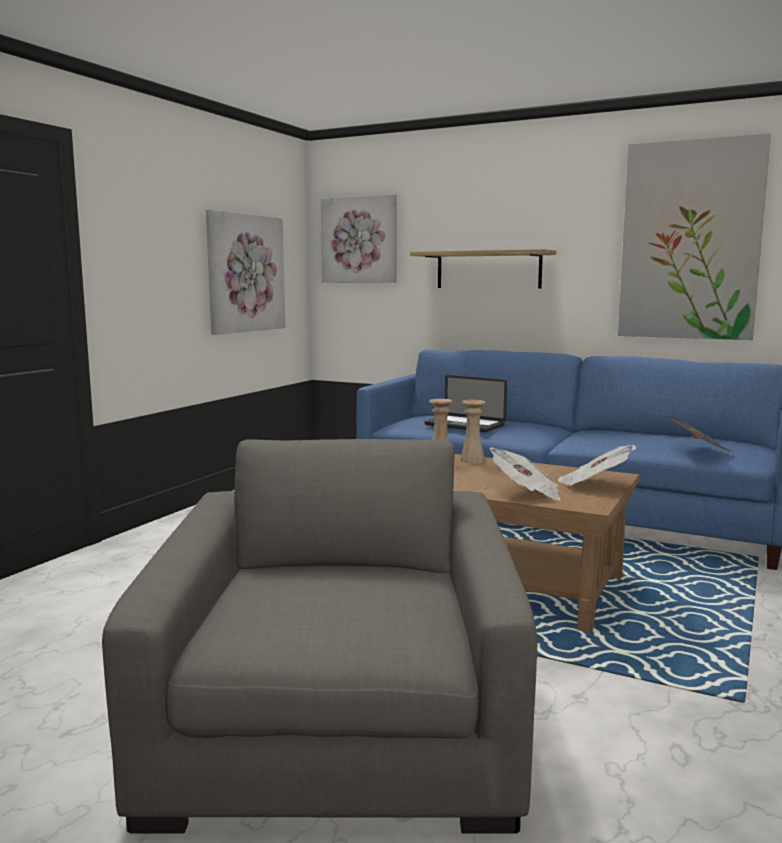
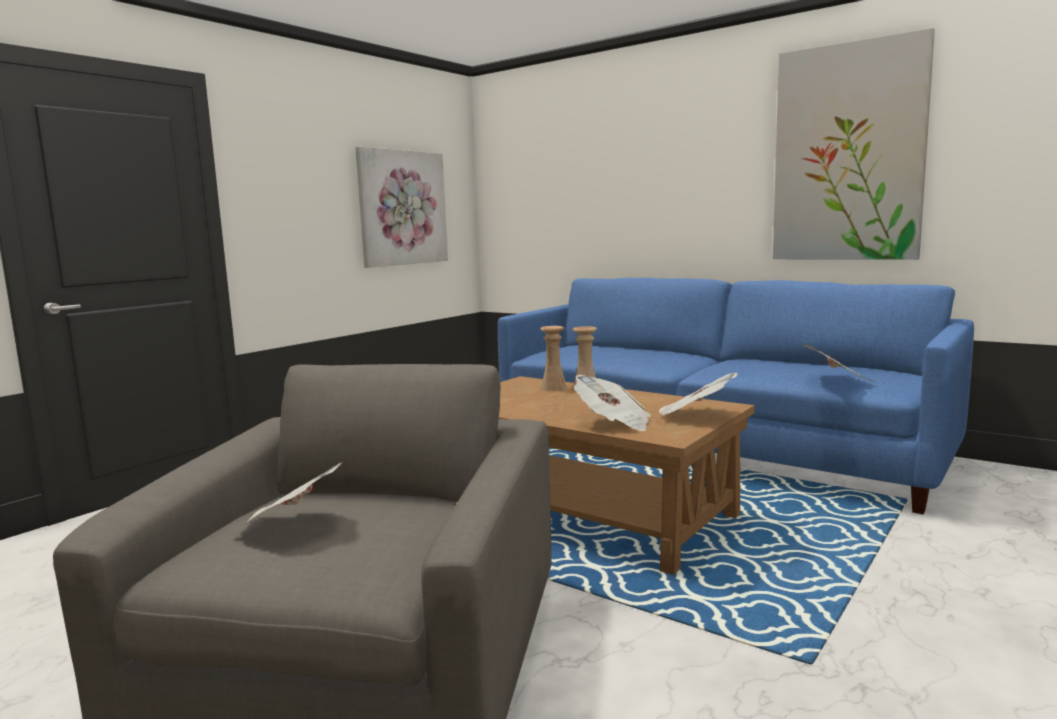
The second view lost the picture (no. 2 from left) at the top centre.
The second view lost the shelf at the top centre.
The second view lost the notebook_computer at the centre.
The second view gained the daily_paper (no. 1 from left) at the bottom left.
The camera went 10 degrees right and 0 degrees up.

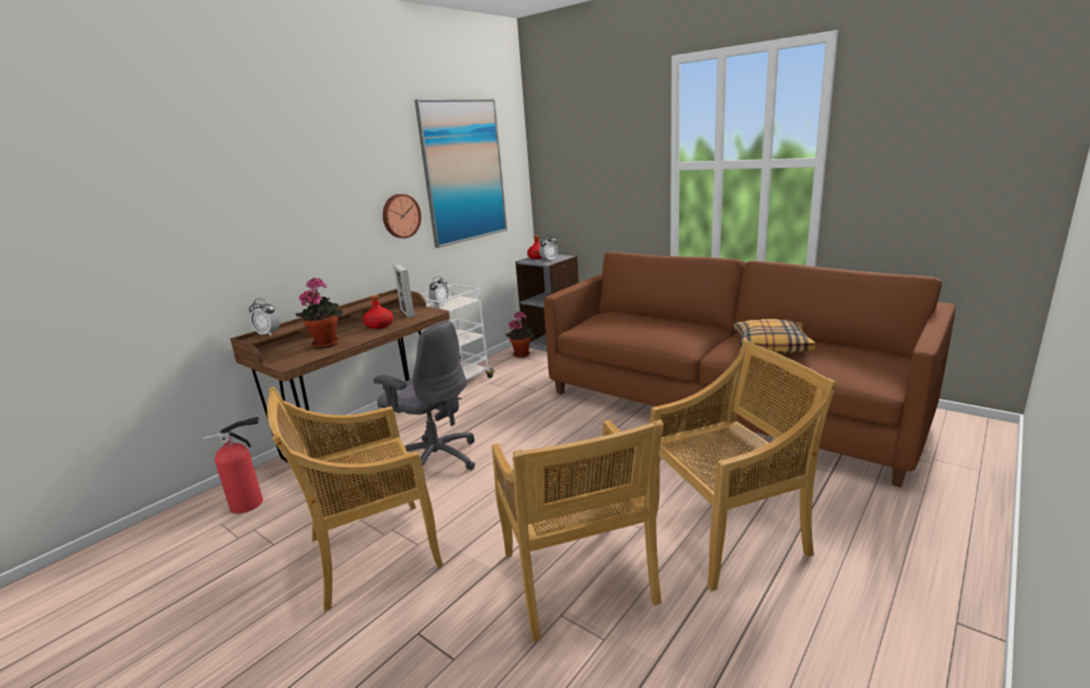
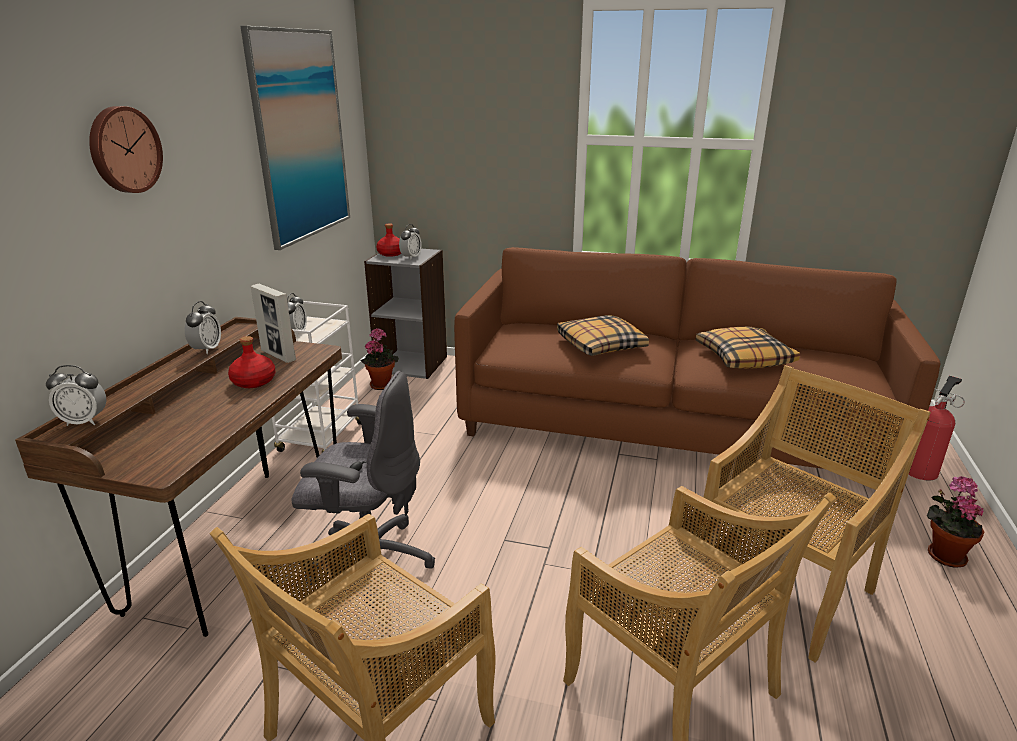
The second view gained the bedside_clock (no. 2 from left) at the middle left.
The second view gained the cushion (no. 1 from left) at the centre.
The extinguisher ended up elsewhere, having gone from the bottom left to the middle right.
The plant_in_a_pot (no. 1 from left in the first image) ended up elsewhere, having gone from the middle left to the bottom right.
The clock_on_the_wall ended up elsewhere, having gone from the top centre to the top left.
The camera went 25 degrees left and 5 degrees up.

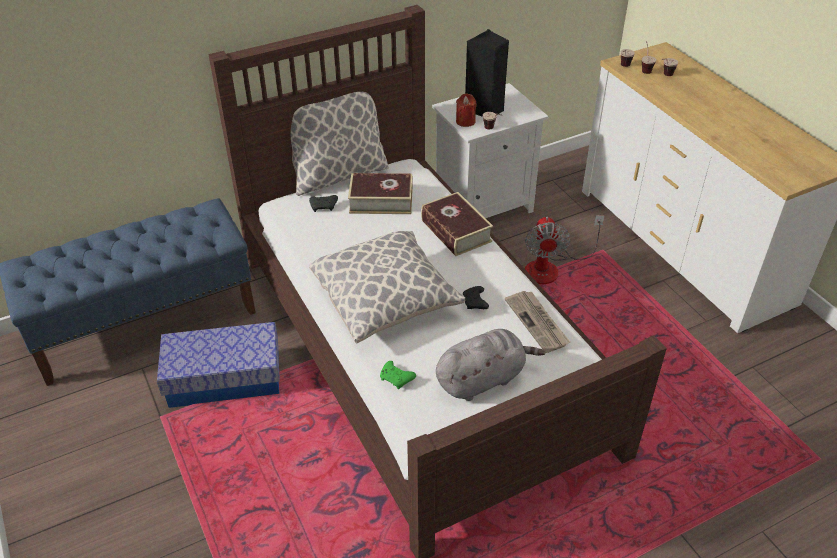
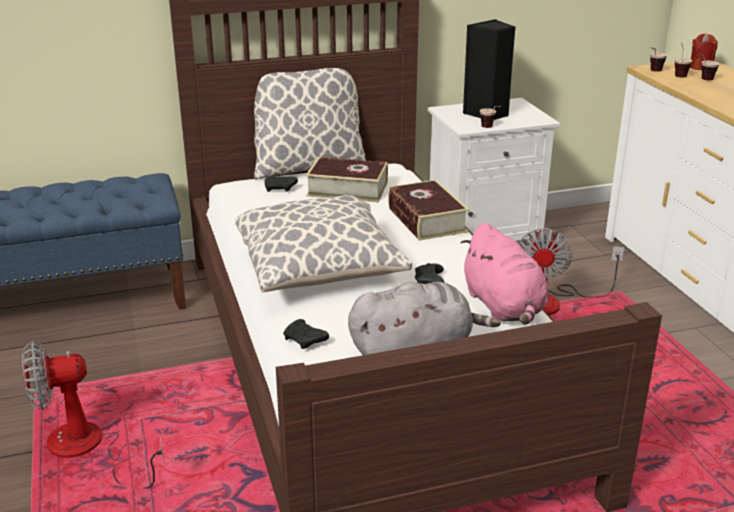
The second view lost the storage_container at the middle left.
The second view gained the electric_fan (no. 1 from left) at the bottom left.
The red_wax_candle ended up elsewhere, having gone from the top centre to the top right.
Where the daily_paper stood at the centre, the pinkish_plush_toy came to stand at the middle right.
What was the green_joypad at the bottom centre turned into the black_joypad (no. 2 from left) at the centre.
The camera went 10 degrees right and 15 degrees down.

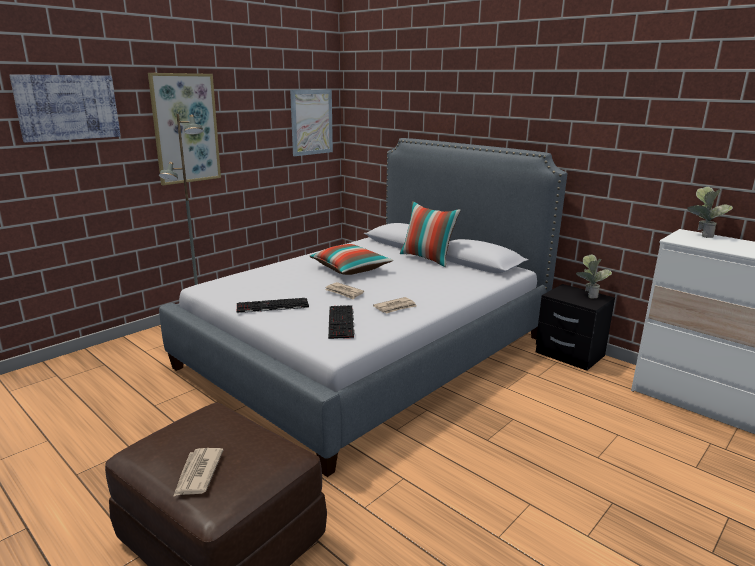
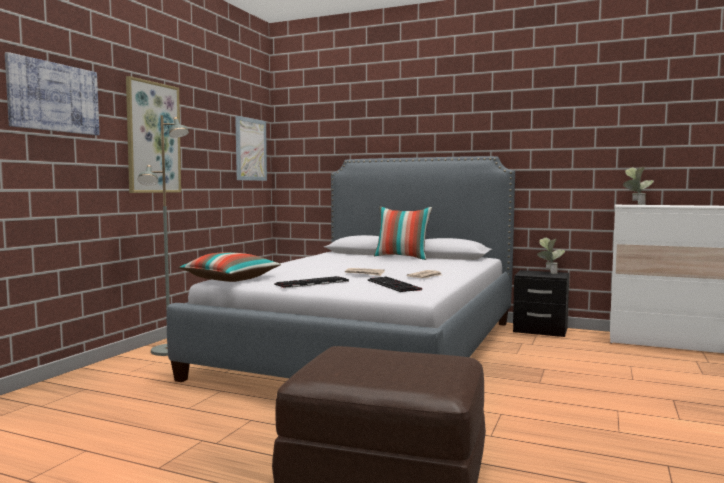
The second view lost the daily_paper (no. 1 from left) at the bottom left.
The cushion (no. 1 from left) ended up elsewhere, having gone from the centre to the middle left.
The camera went 20 degrees left and 15 degrees down.

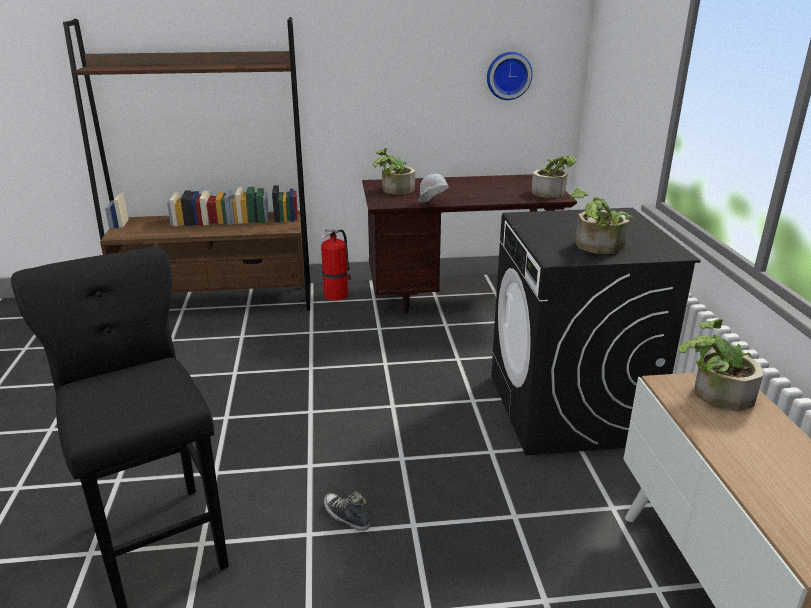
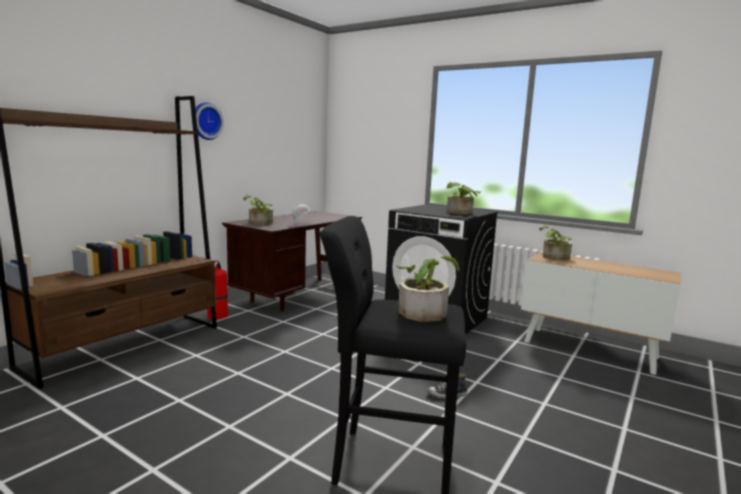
The clock_on_the_wall ended up elsewhere, having gone from the top centre to the top left.
The plant_in_a_pot (no. 2 from left) ended up elsewhere, having gone from the top right to the centre.
The camera went 50 degrees left and 15 degrees down.

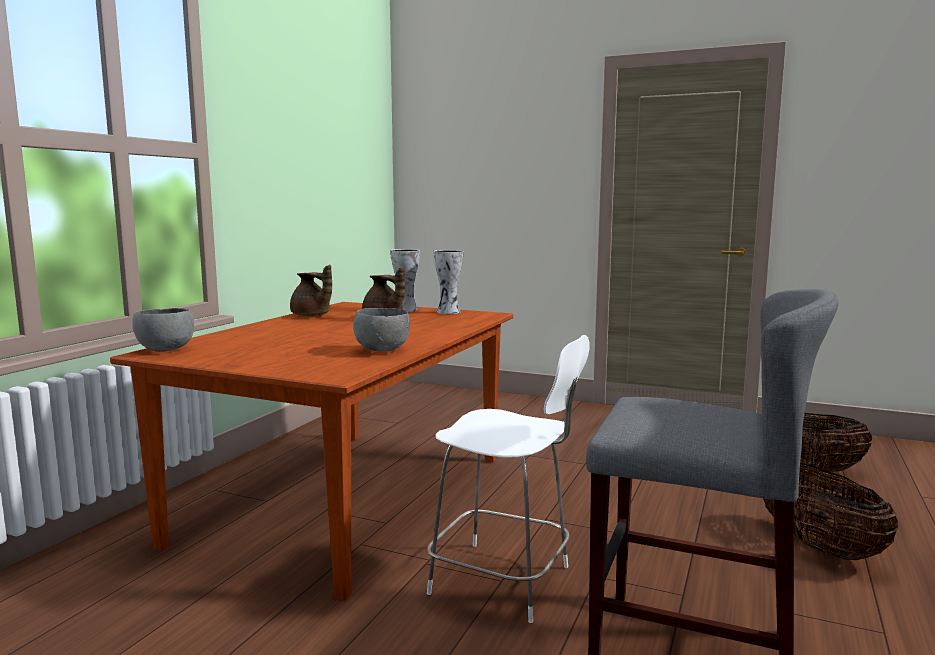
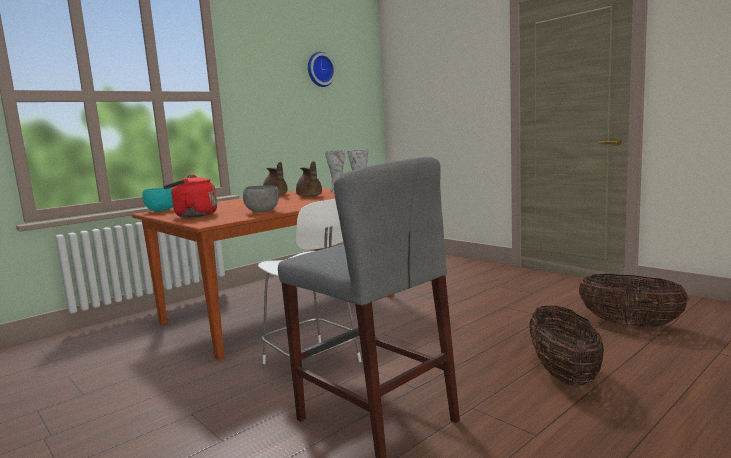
The second view gained the red_kettle at the middle left.
The second view gained the clock_on_the_wall at the top centre.
What was the gray_serving_bowl (no. 1 from left) at the middle left turned into the turquoise-coloured_serving_bowl at the middle left.
The camera went 25 degrees right and 0 degrees up.

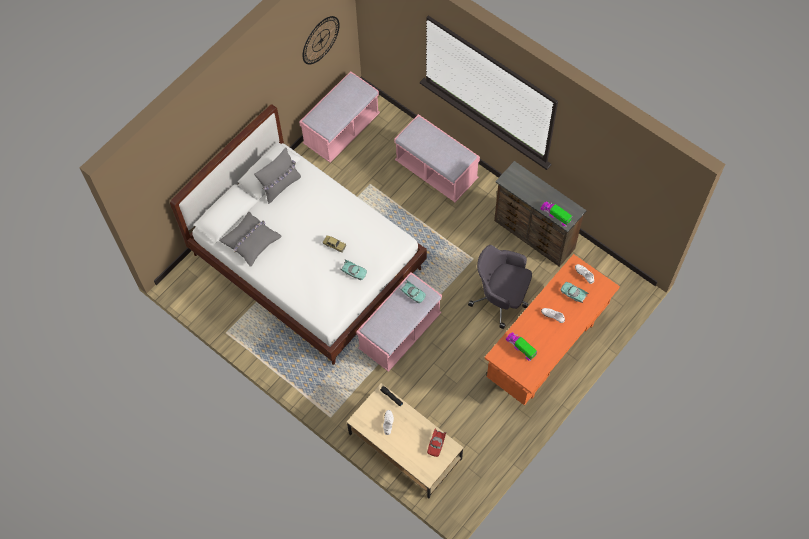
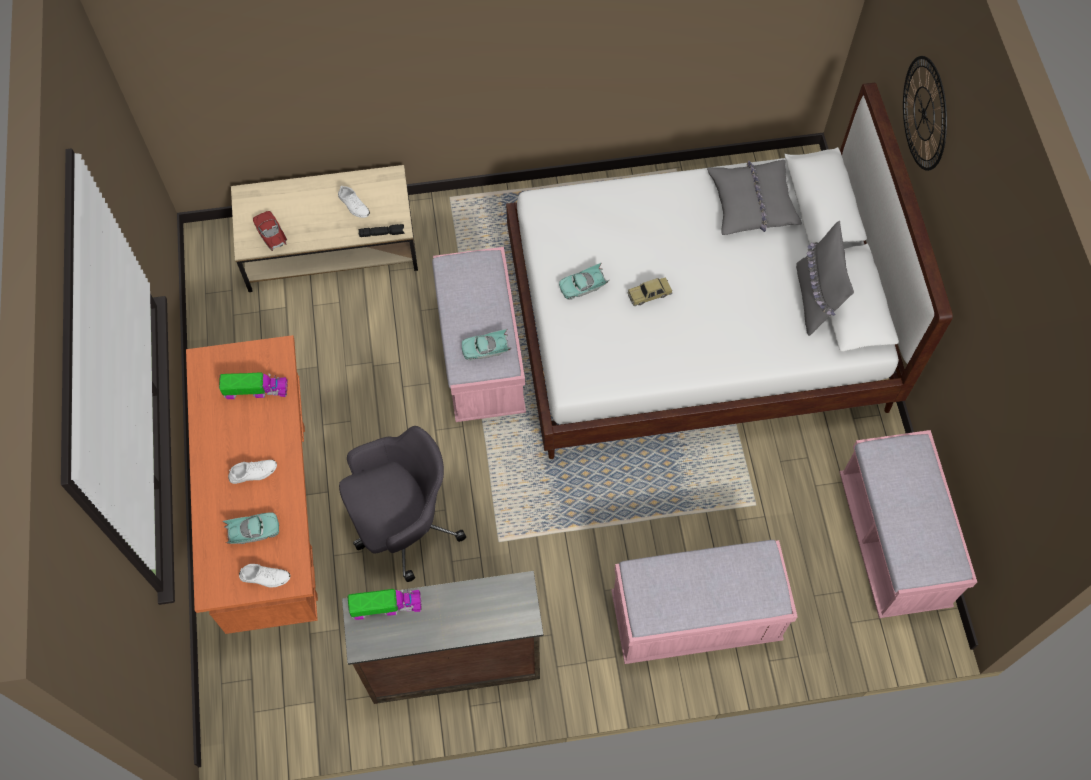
The clock_on_the_wall ended up elsewhere, having gone from the top centre to the top right.
The camera went 130 degrees right and 0 degrees up.

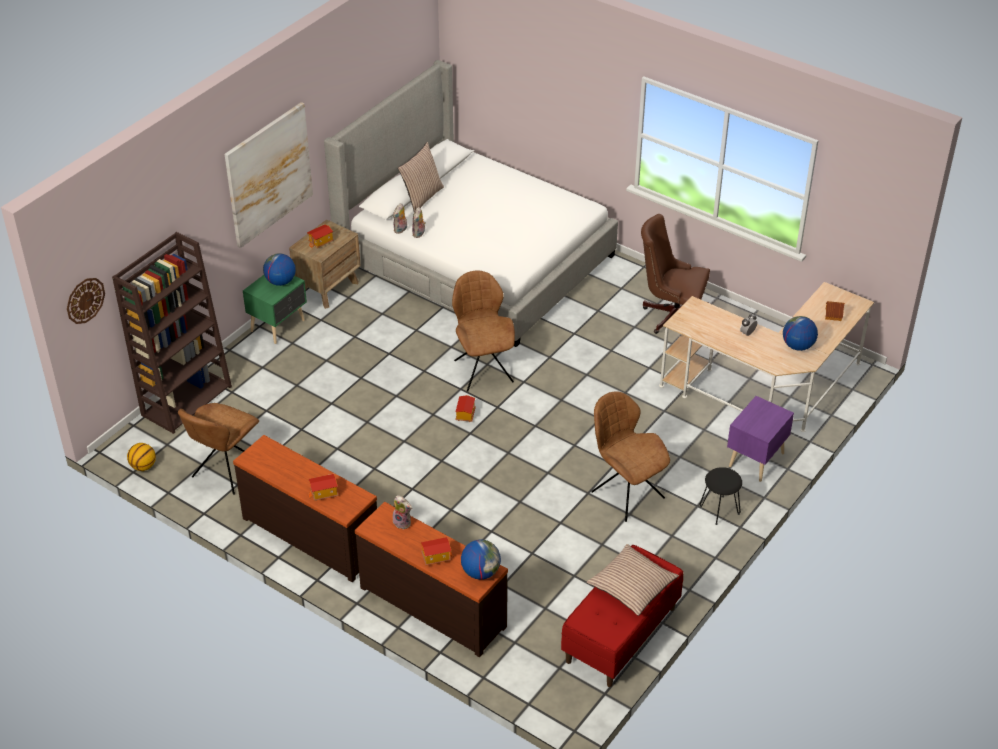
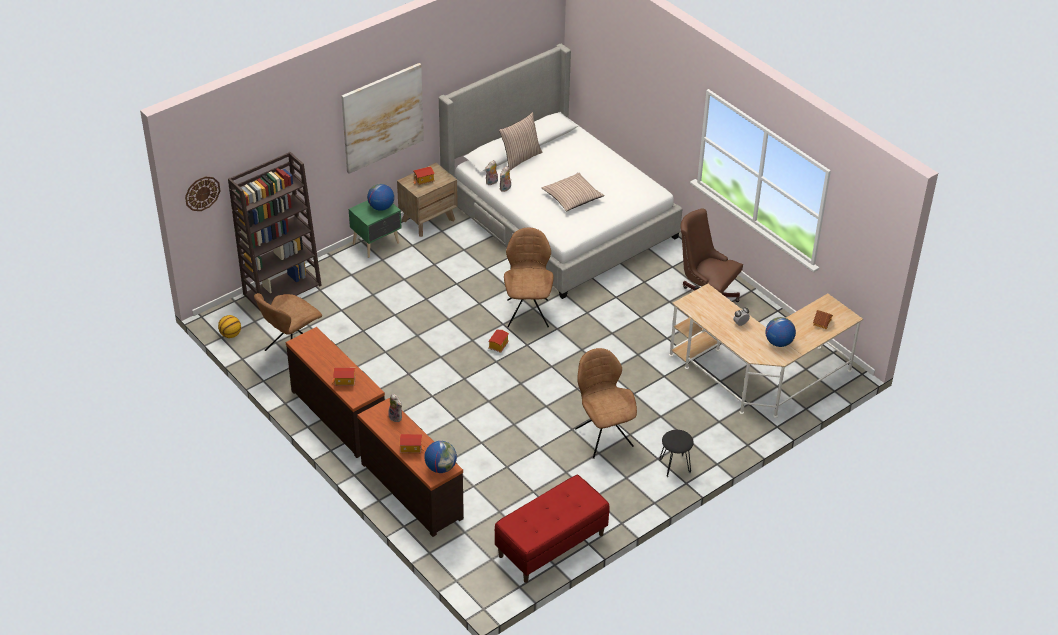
The second view lost the purple_nightstand at the middle right.
The cushion (no. 2 from left) ended up elsewhere, having gone from the bottom centre to the top centre.
The camera went 15 degrees right and 0 degrees up.

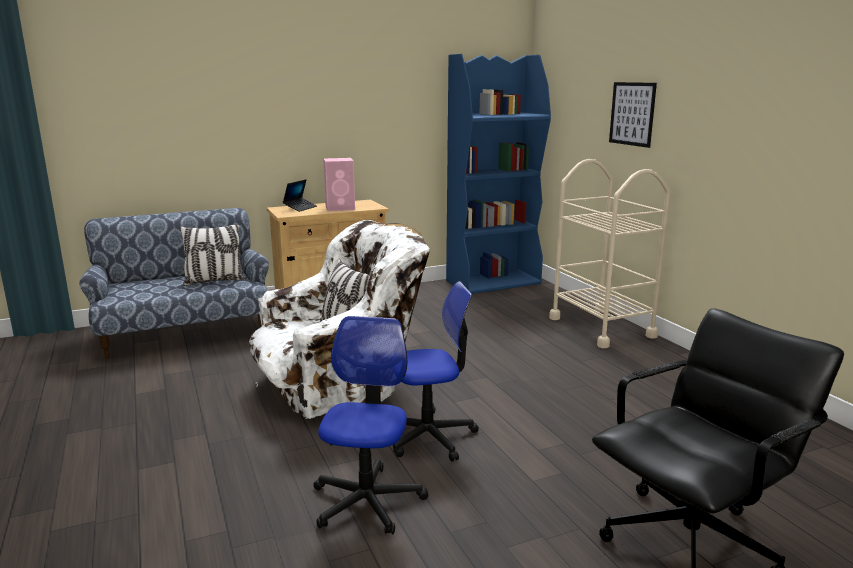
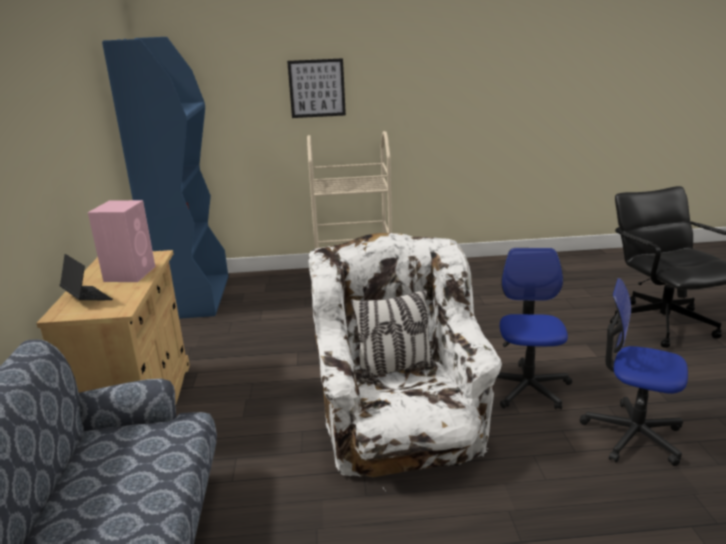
The second view lost the cushion (no. 1 from left) at the middle left.
The camera went 70 degrees left and 5 degrees up.

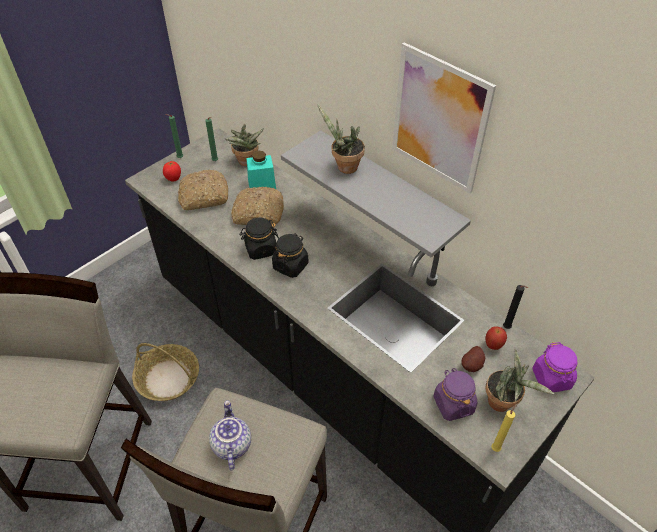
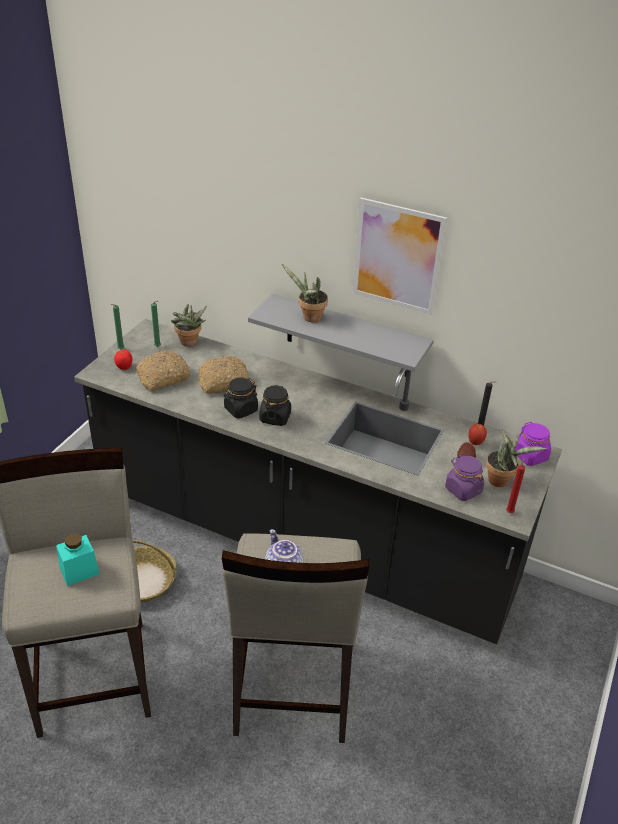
The turquoise-coloured_storage_jar ended up elsewhere, having gone from the top centre to the bottom left.
What was the yellow_wax_candle at the bottom right turned into the red_wax_candle at the middle right.
The camera went 20 degrees left and 10 degrees down.

